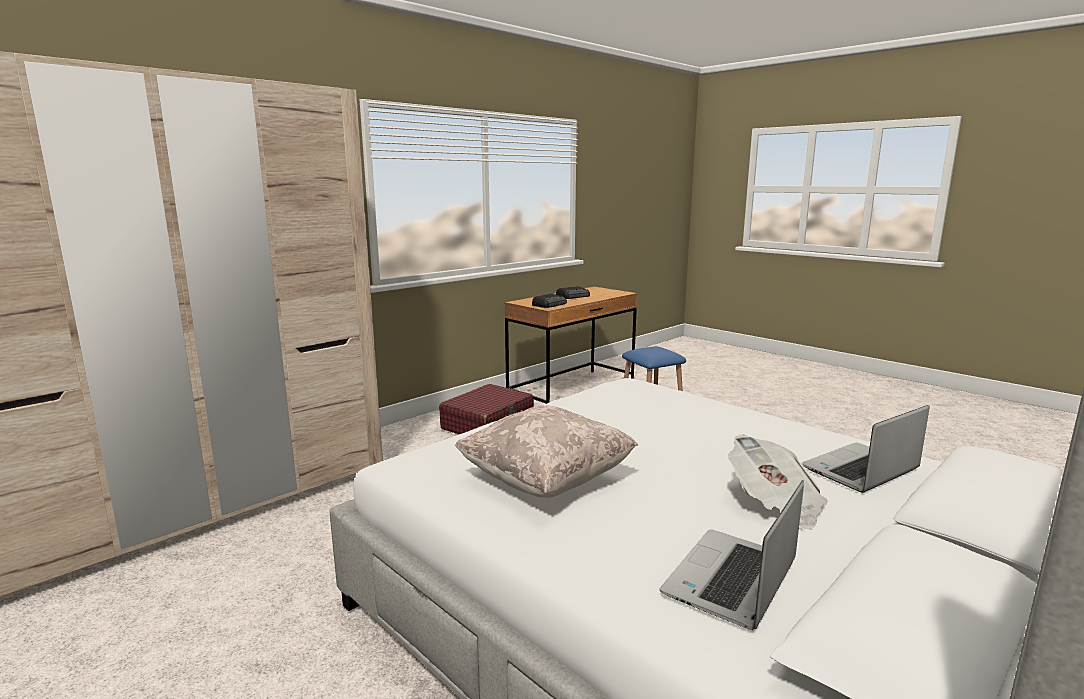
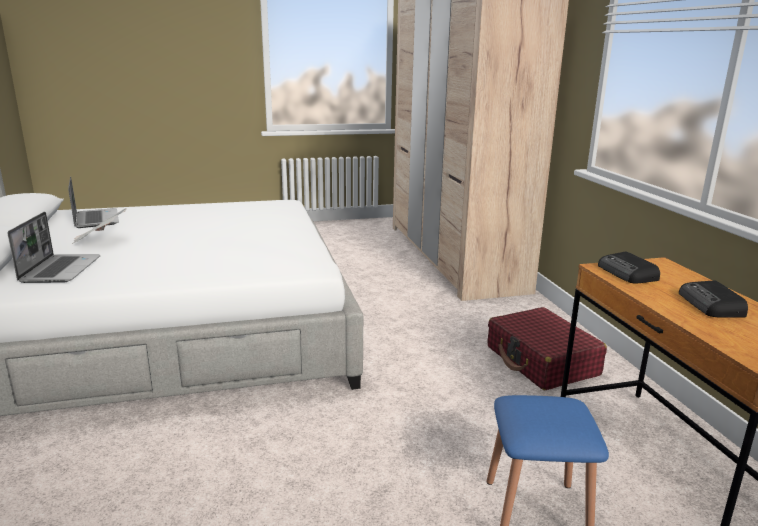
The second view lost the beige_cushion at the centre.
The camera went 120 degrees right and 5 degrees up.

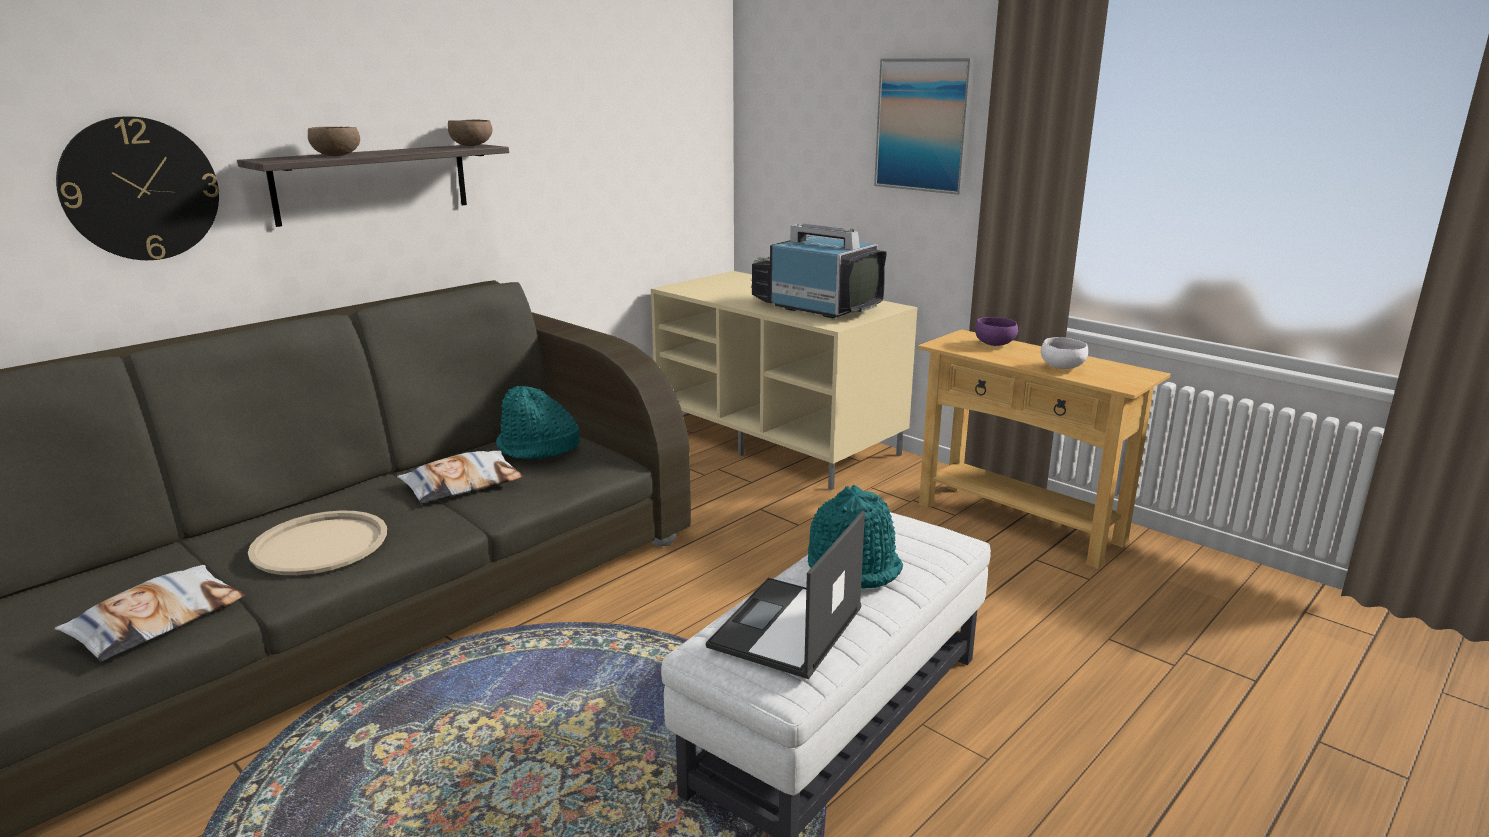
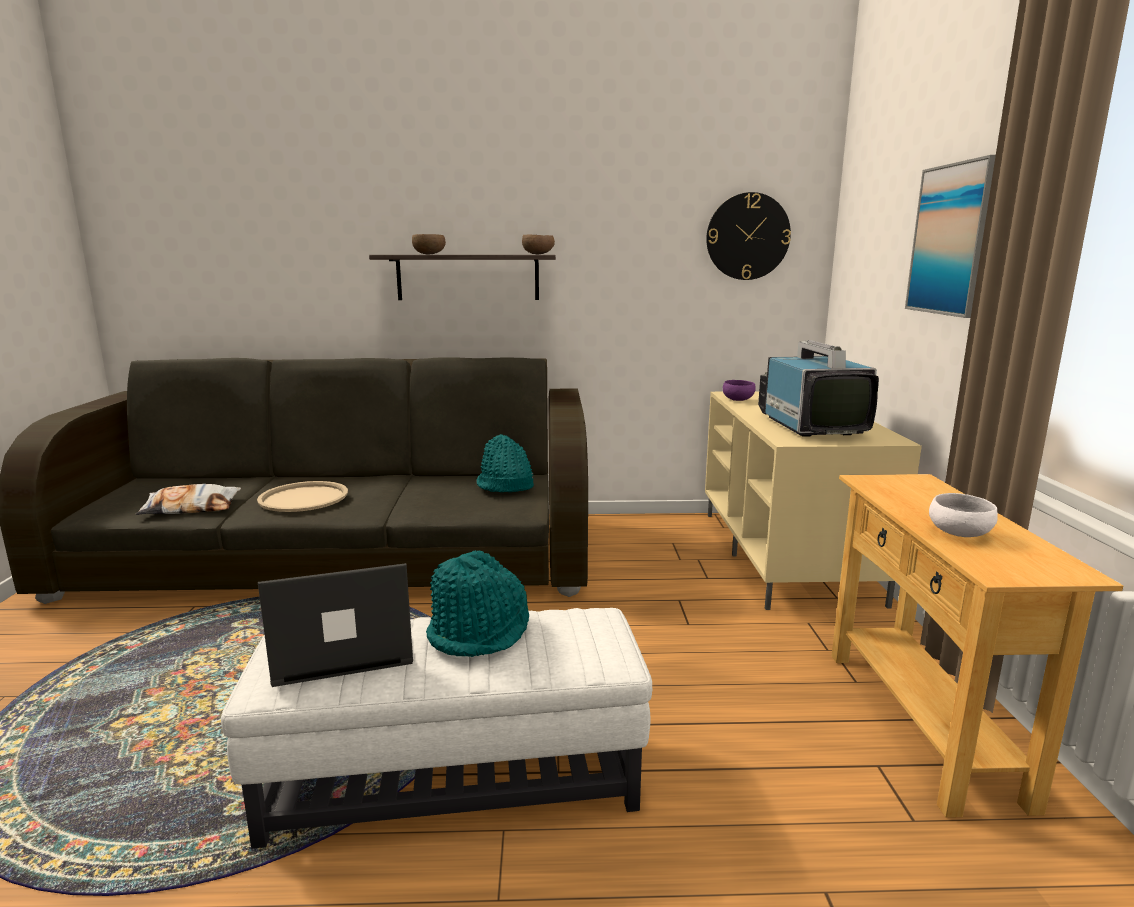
The second view lost the cushion (no. 2 from left) at the middle left.
The clock_on_the_wall ended up elsewhere, having gone from the top left to the top centre.
The purple_serving_bowl ended up elsewhere, having gone from the middle right to the centre.
The camera went 45 degrees right and 5 degrees down.

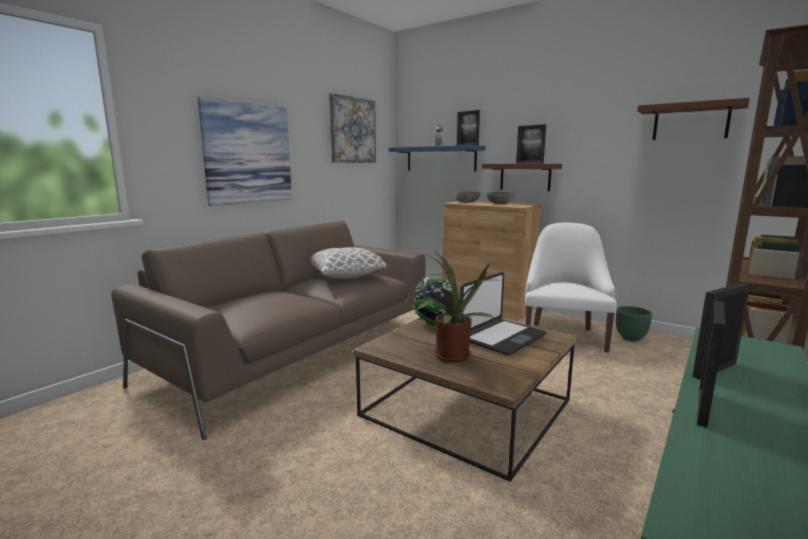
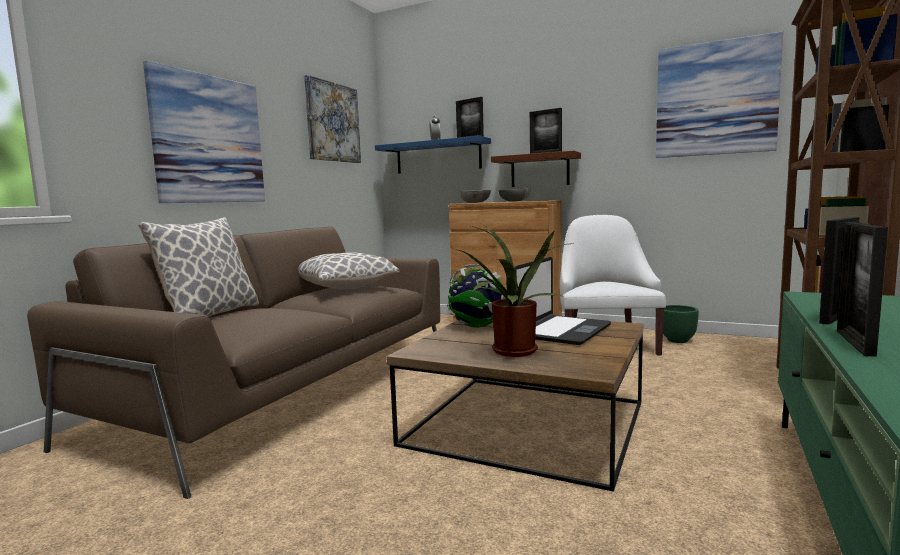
The second view gained the cushion (no. 1 from left) at the middle left.
Where the brownish_shelf (no. 2 from left) hung at the top right, the picture (no. 3 from left) came to hang at the top right.
The camera went 10 degrees left and 5 degrees down.

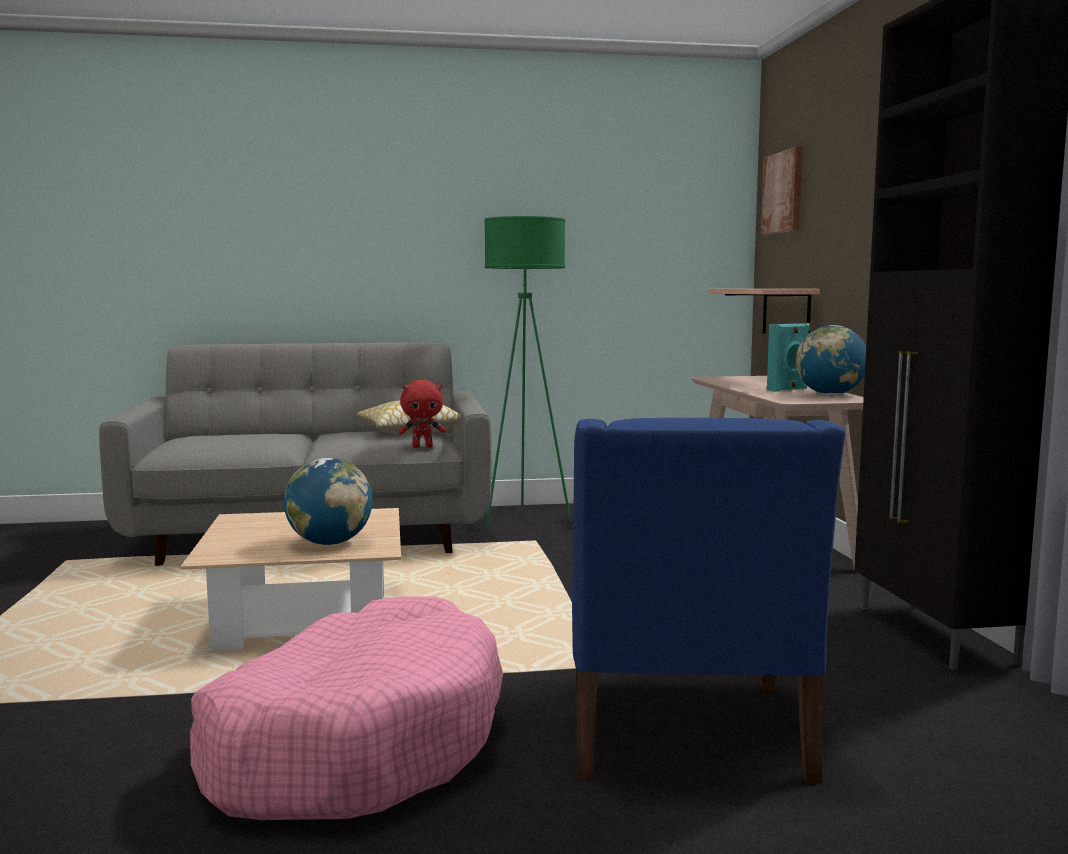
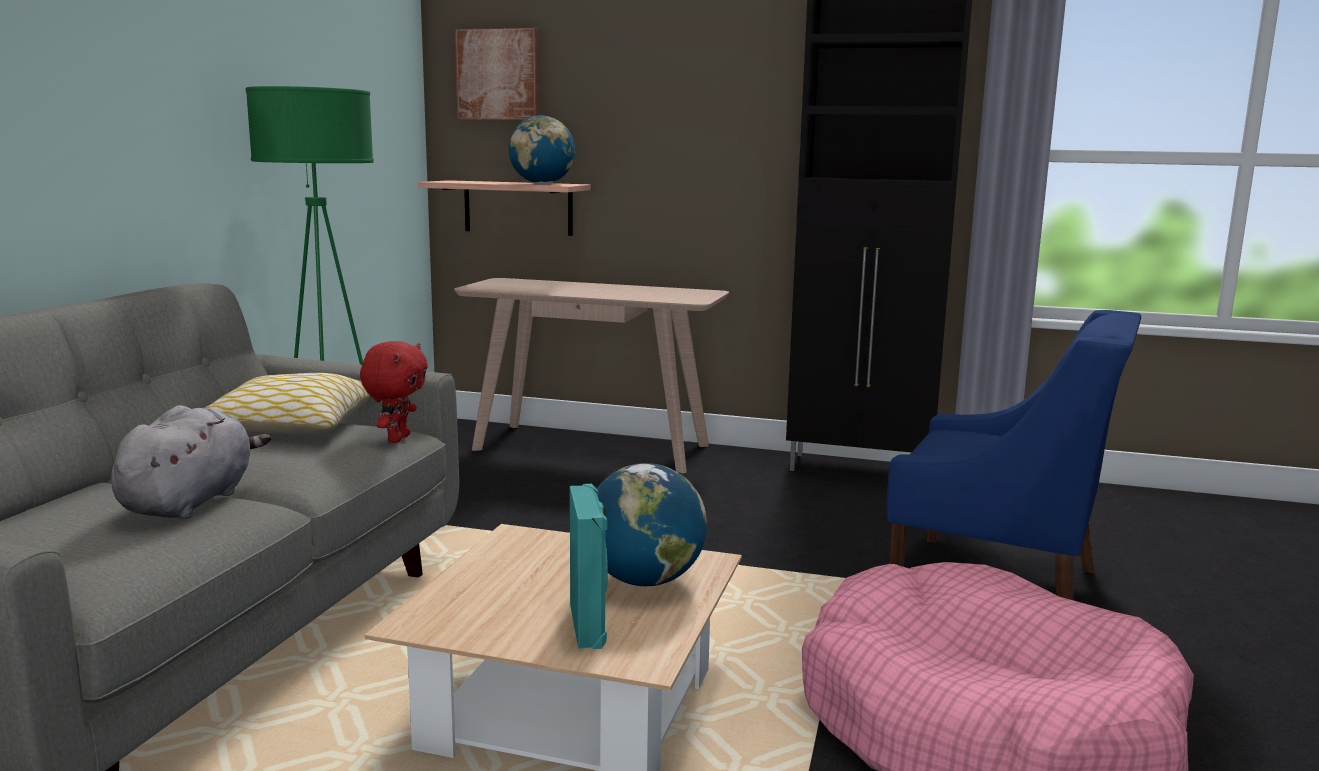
The second view gained the gray_plush_toy at the middle left.
The turquoise-coloured_audio_speaker ended up elsewhere, having gone from the middle right to the bottom centre.
The globe (no. 2 from left in the first image) ended up elsewhere, having gone from the middle right to the top centre.
The camera went 65 degrees left and 5 degrees up.

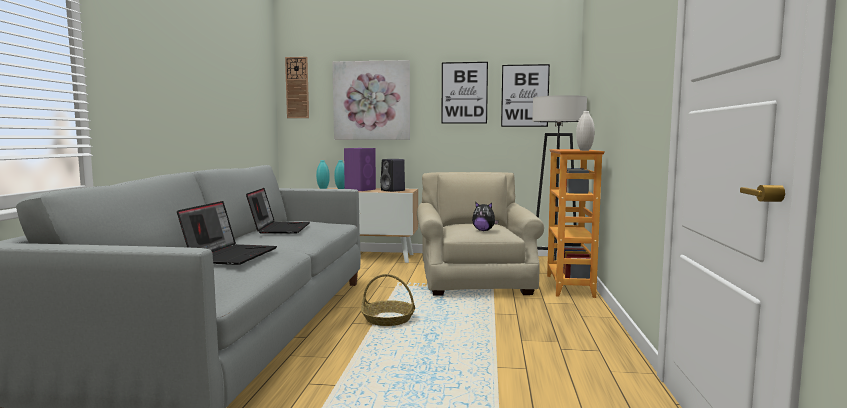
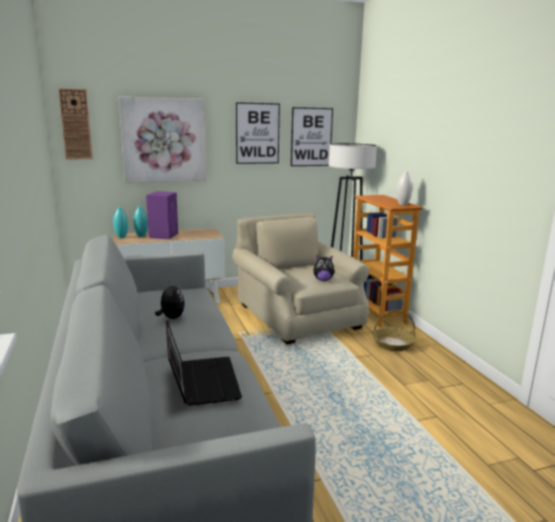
The second view lost the black_audio_speaker at the centre.
The household_basket ended up elsewhere, having gone from the bottom centre to the middle right.
Where the notebook_computer (no. 2 from left) stood at the middle left, the plush_toy (no. 1 from left) came to stand at the middle left.
The camera went 25 degrees left and 10 degrees up.

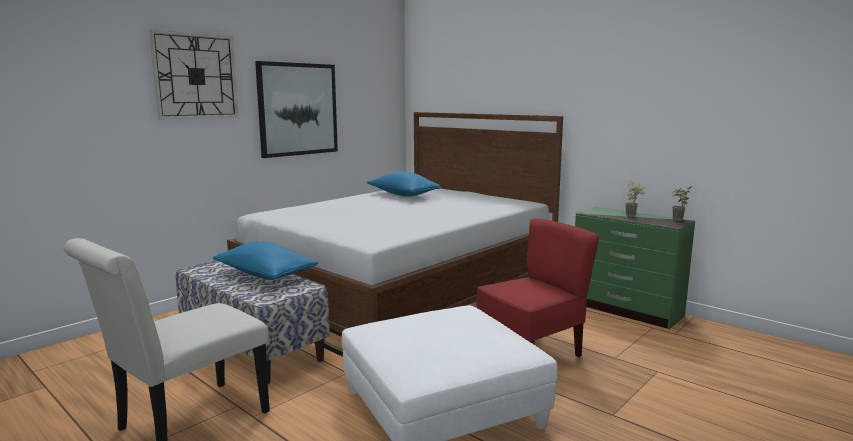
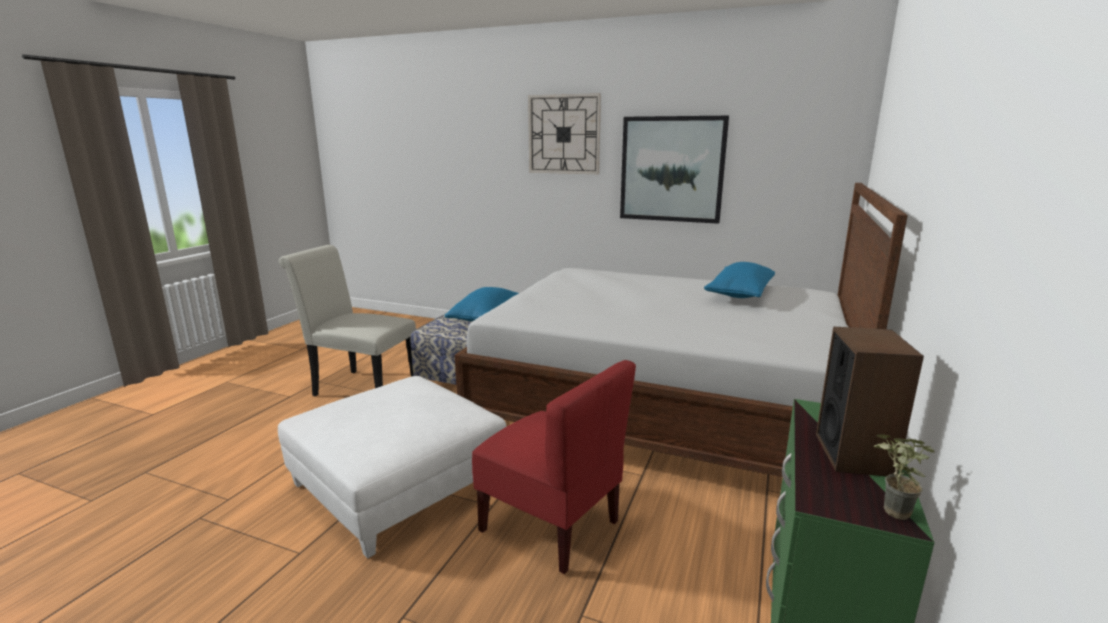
Where the plant_in_a_pot (no. 1 from left) stood at the middle right, the audio_speaker came to stand at the middle right.
The camera went 70 degrees right and 5 degrees up.

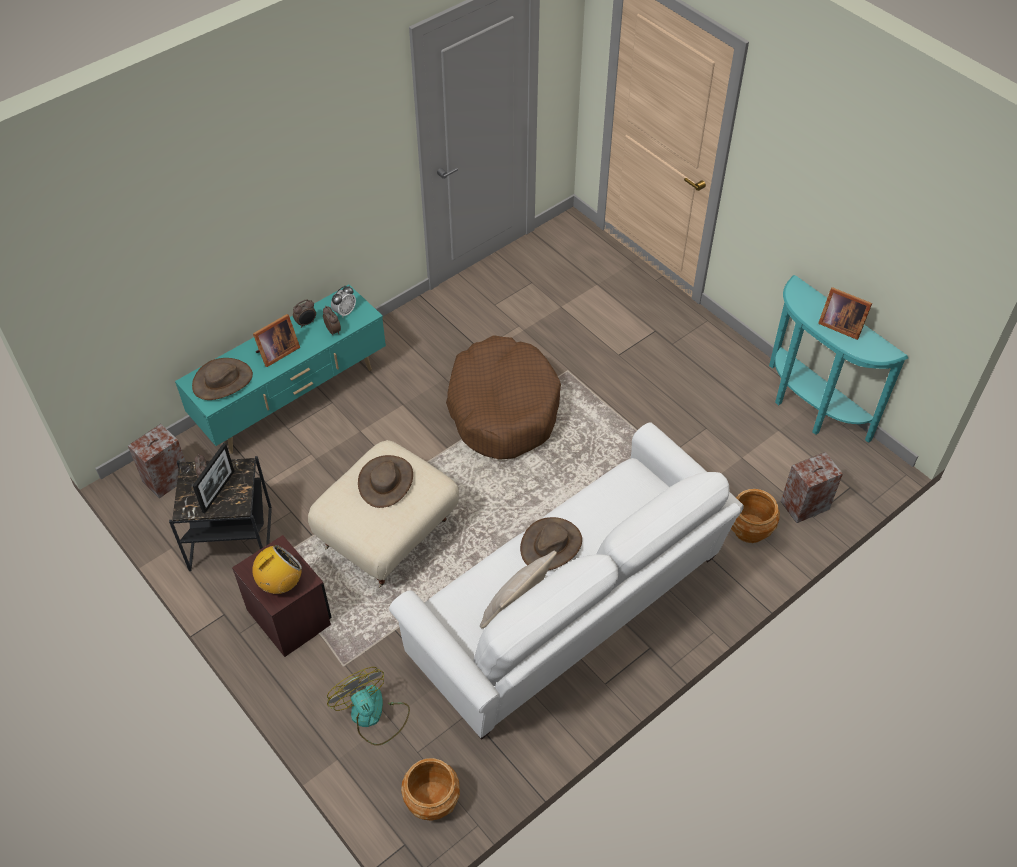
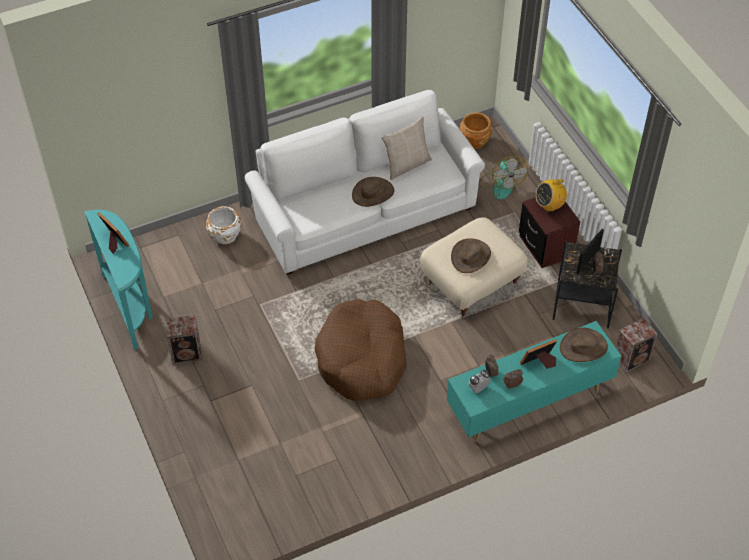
The audio_speaker (no. 2 from left in the first image) ended up elsewhere, having gone from the middle right to the middle left.
What was the brownish_planter (no. 2 from left) at the middle right turned into the whitish_planter at the middle left.
The camera went 165 degrees left and 0 degrees up.

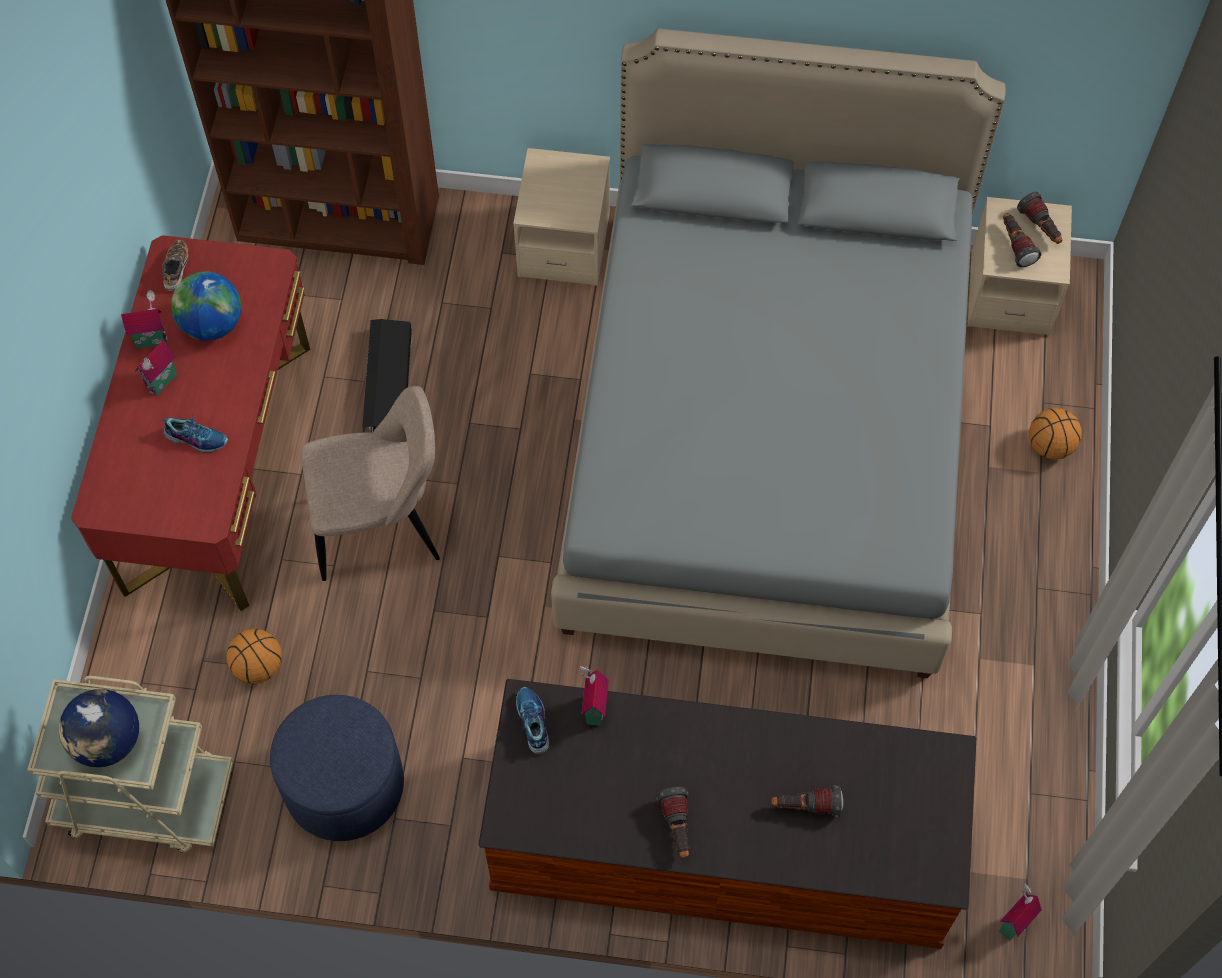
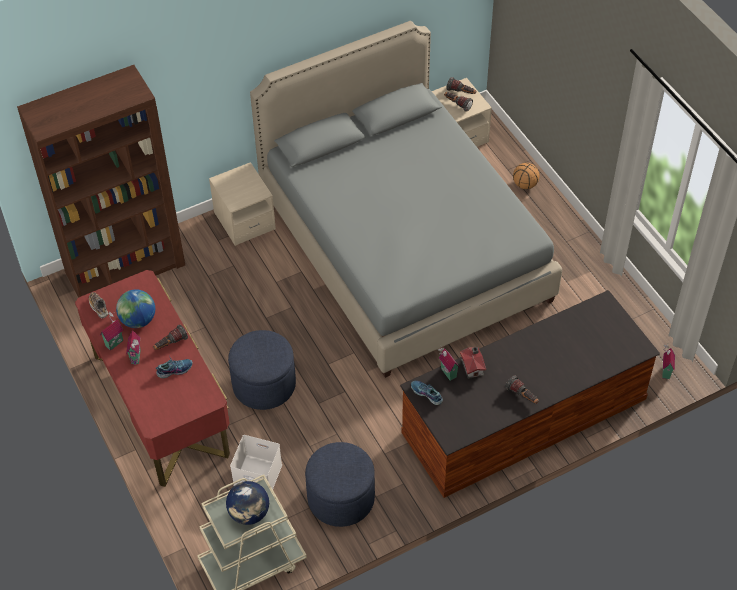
The second view lost the black_storage_container at the middle left.
The second view gained the toy_house (no. 4 from left) at the centre.
The hand_torch (no. 2 from left in the first image) ended up elsewhere, having gone from the bottom centre to the middle left.
Where the basketball (no. 1 from left) stood at the bottom left, the whitish_storage_container came to stand at the bottom centre.
Where the beige_chair stood at the middle left, the bluish_pouffe (no. 1 from left) came to stand at the centre.
The camera went 35 degrees left and 10 degrees down.

